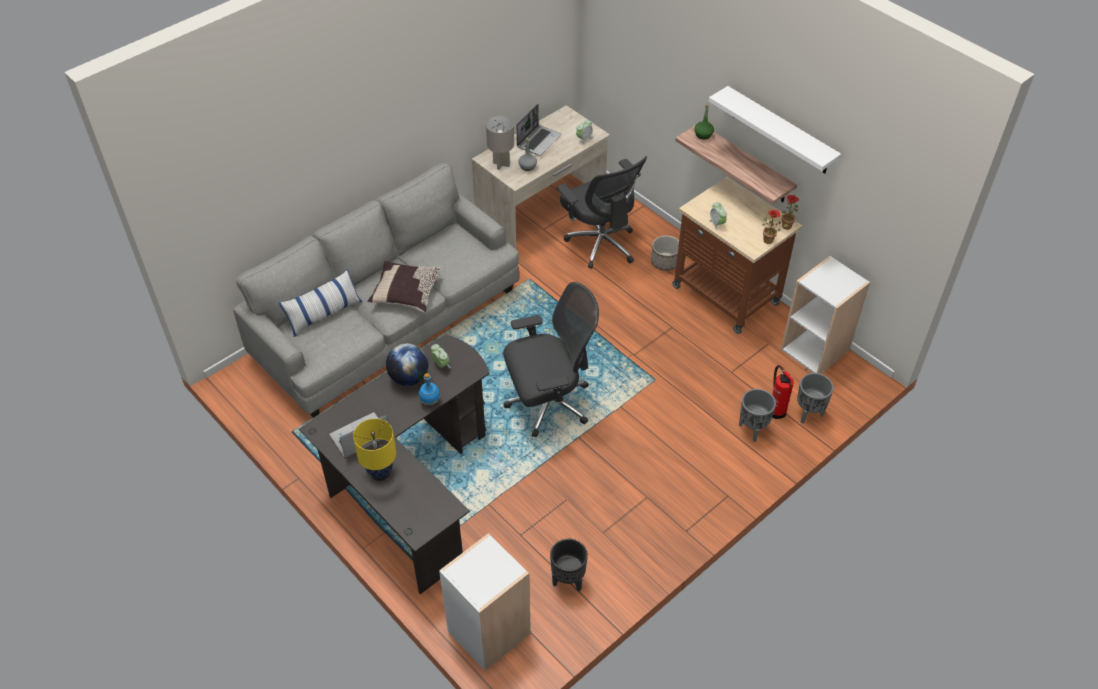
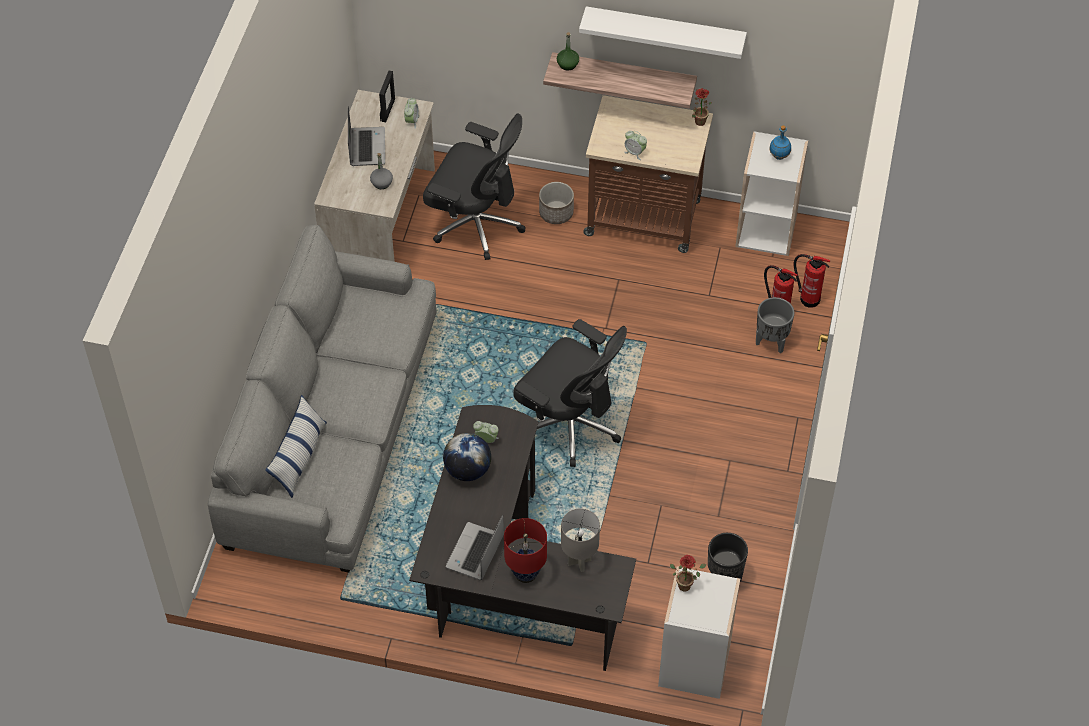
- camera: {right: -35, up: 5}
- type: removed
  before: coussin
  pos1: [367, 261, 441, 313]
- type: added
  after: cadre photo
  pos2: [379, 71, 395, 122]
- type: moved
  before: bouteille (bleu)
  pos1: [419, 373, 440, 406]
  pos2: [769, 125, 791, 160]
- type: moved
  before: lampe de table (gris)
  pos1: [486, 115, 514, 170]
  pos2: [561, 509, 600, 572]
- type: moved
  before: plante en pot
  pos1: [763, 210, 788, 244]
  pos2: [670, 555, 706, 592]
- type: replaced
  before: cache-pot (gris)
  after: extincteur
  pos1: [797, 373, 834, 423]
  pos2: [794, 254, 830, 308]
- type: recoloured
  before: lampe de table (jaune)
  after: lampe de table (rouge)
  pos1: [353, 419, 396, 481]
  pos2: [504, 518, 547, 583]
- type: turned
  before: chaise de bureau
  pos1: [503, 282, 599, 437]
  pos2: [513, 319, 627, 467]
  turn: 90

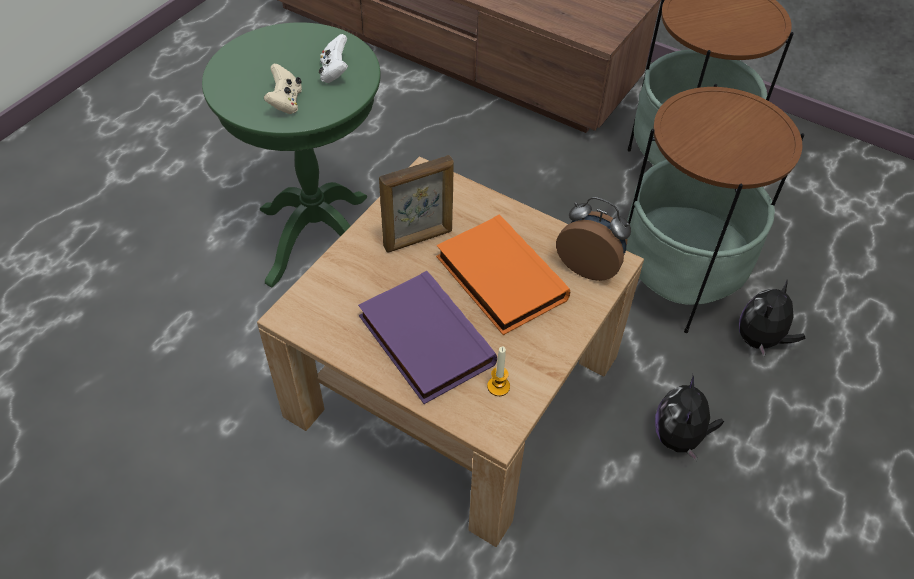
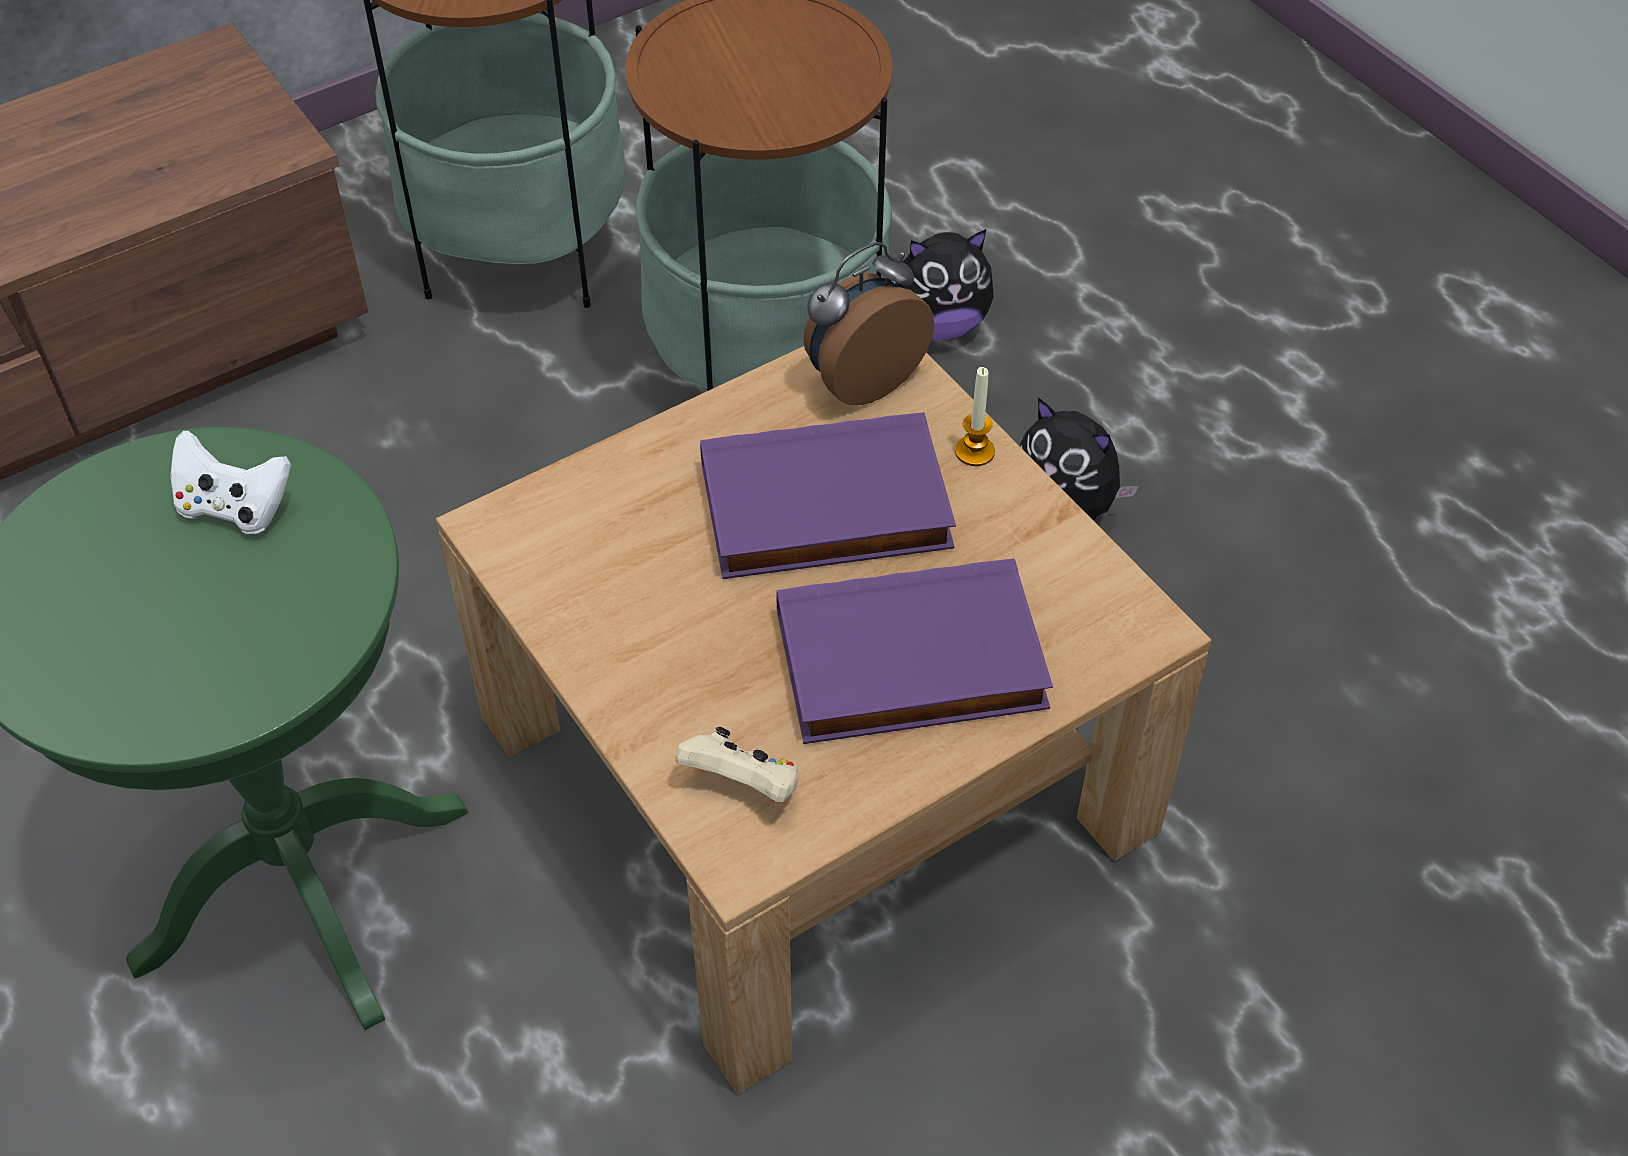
- camera: {right: -65, up: 0}
- type: removed
  before: cadre photo
  pos1: [379, 155, 454, 252]
- type: moved
  before: manette (beige)
  pos1: [264, 63, 302, 114]
  pos2: [675, 727, 799, 802]
- type: moved
  before: bougie
  pos1: [487, 346, 510, 396]
  pos2: [955, 367, 995, 466]
- type: recoloured
  before: livre (orange)
  after: livre (violet)
  pos1: [436, 215, 570, 335]
  pos2: [700, 412, 956, 579]
- type: turned
  before: peluche
  pos1: [739, 280, 805, 357]
  pos2: [895, 229, 994, 340]
  turn: -75

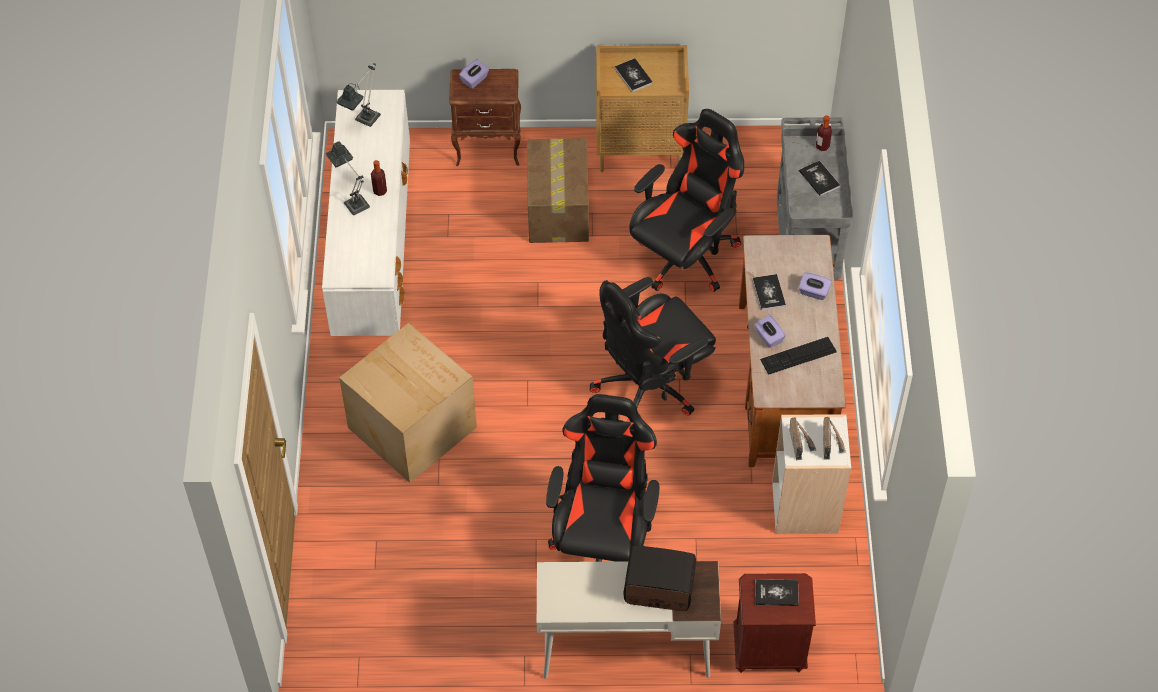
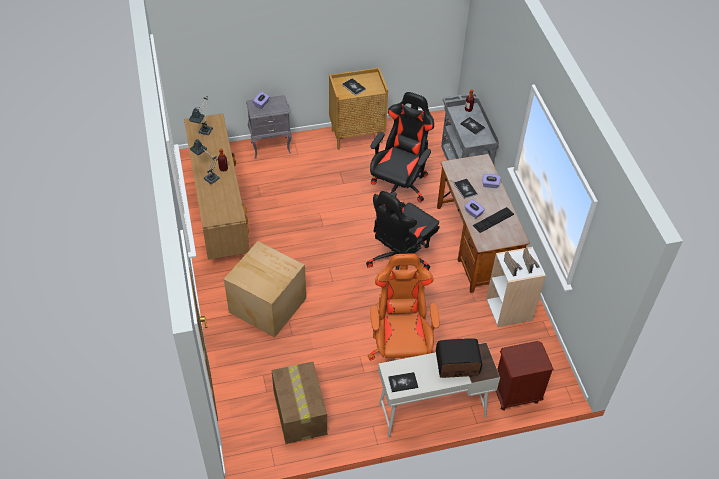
- camera: {right: -15, up: -5}
- type: moved
  before: carton
  pos1: [527, 138, 589, 243]
  pos2: [272, 362, 327, 444]
- type: moved
  before: livre
  pos1: [755, 579, 799, 606]
  pos2: [388, 372, 418, 392]
- type: recoloured
  before: commode (blanc)
  after: commode (marron)
  pos1: [322, 90, 410, 336]
  pos2: [184, 113, 249, 260]
- type: recoloured
  before: table de chevet (marron)
  after: table de chevet (gris)
  pos1: [449, 69, 521, 166]
  pos2: [246, 95, 292, 159]
- type: recoloured
  before: chaise de bureau (noir)
  after: chaise de bureau (orange)
  pos1: [546, 394, 659, 562]
  pos2: [368, 253, 439, 360]

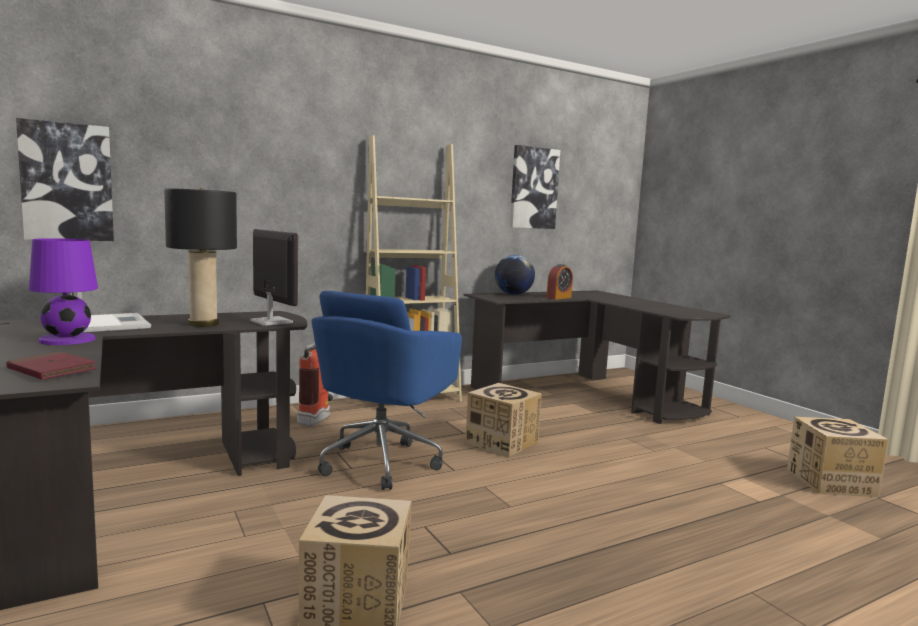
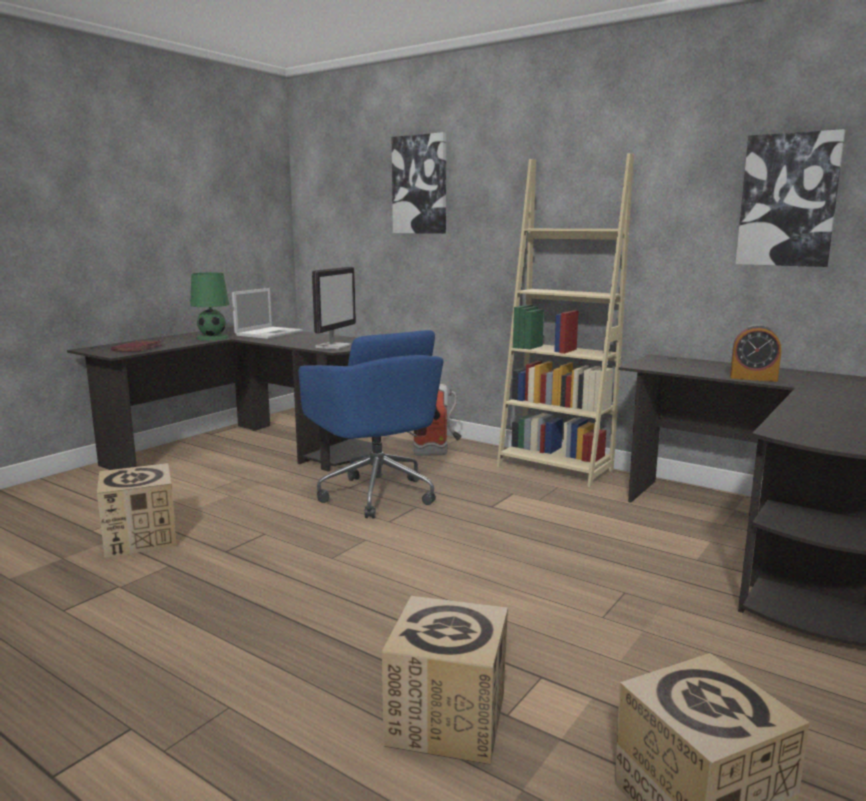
- camera: {right: 65, up: 5}
- type: removed
  before: lampe de table (noir)
  pos1: [164, 188, 237, 327]
- type: removed
  before: globe
  pos1: [495, 255, 535, 295]
- type: moved
  before: tableau
  pos1: [16, 118, 114, 241]
  pos2: [392, 132, 446, 234]
- type: moved
  before: carton
  pos1: [466, 383, 542, 457]
  pos2: [382, 596, 508, 765]
- type: recoloured
  before: lampe de table (violet)
  after: lampe de table (vert)
  pos1: [29, 238, 98, 345]
  pos2: [190, 273, 229, 341]
- type: turned
  before: chaise de bureau (bleu)
  pos1: [312, 291, 462, 490]
  pos2: [299, 330, 444, 518]
  turn: -120

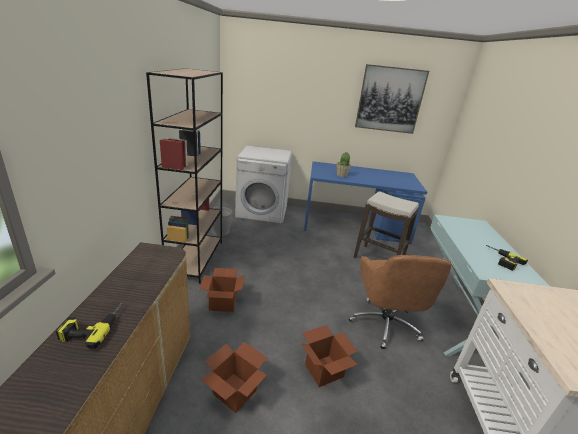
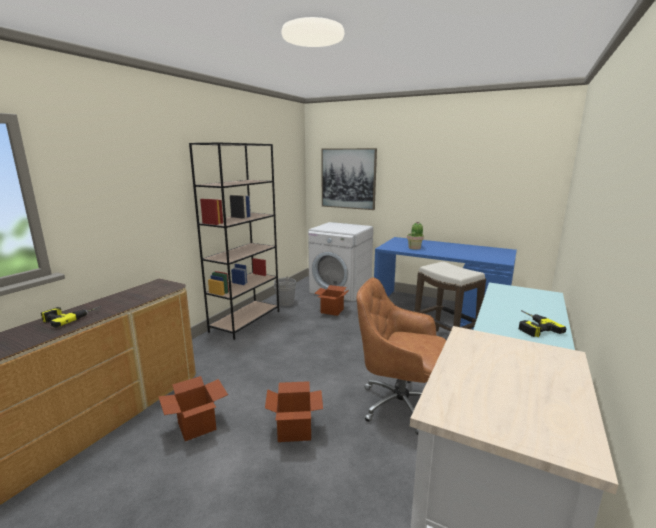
- camera: {right: 25, up: -10}
- type: moved
  before: carton
  pos1: [199, 268, 245, 312]
  pos2: [314, 285, 349, 316]
- type: moved
  before: tableau
  pos1: [355, 64, 429, 134]
  pos2: [321, 148, 377, 210]
- type: turned
  before: chaise de bureau (marron)
  pos1: [349, 255, 451, 349]
  pos2: [357, 277, 446, 435]
  turn: 90

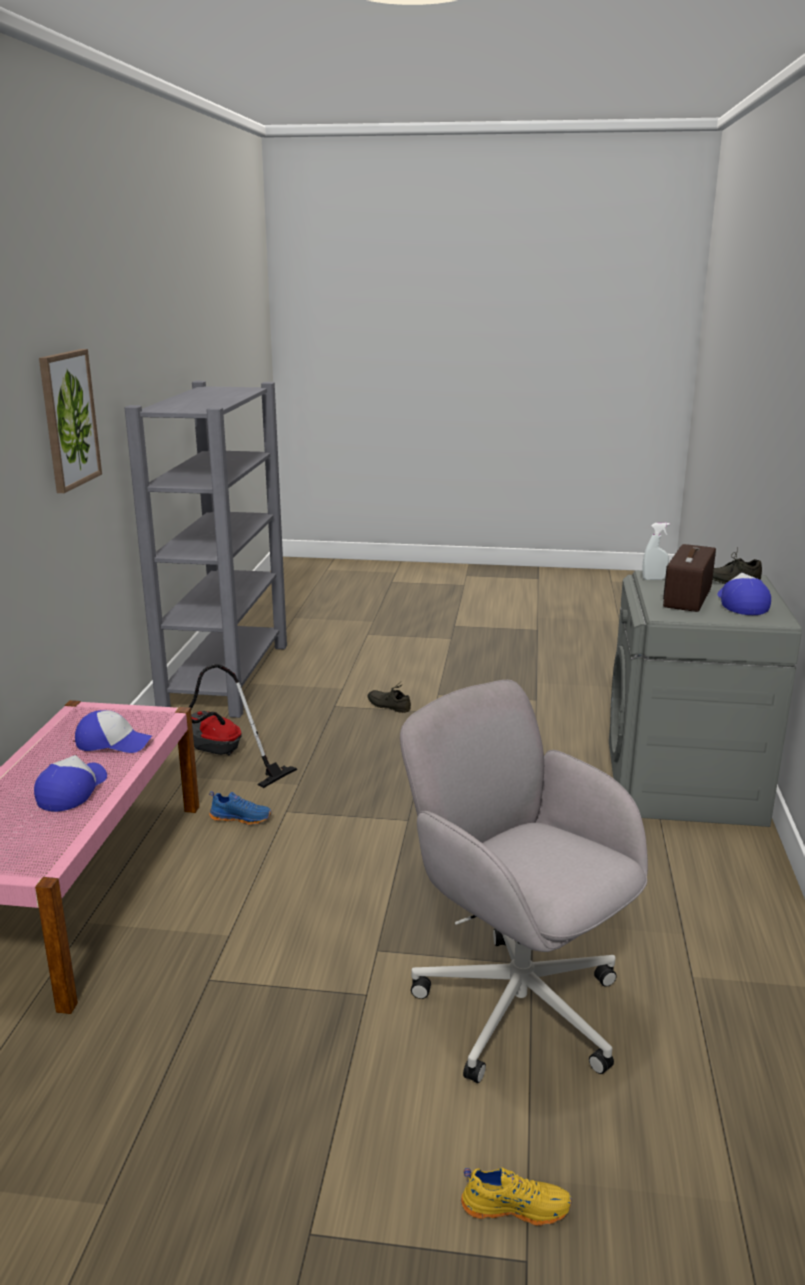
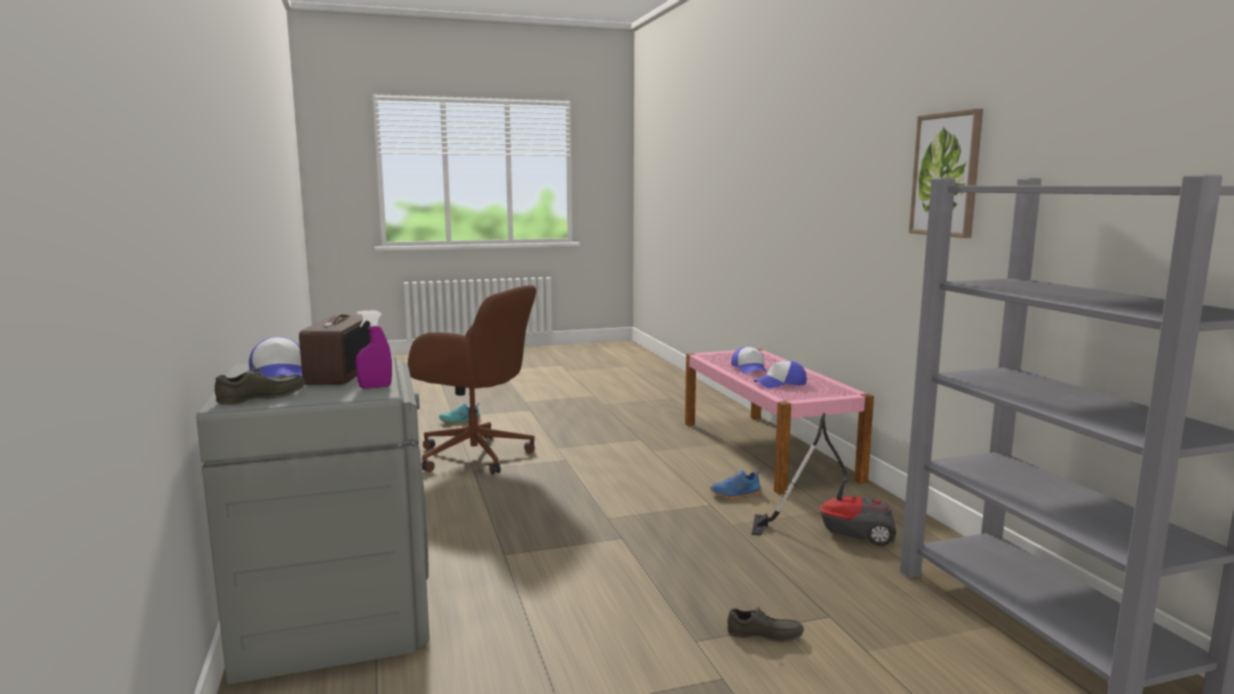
- camera: {right: 155, up: -10}
- type: recoloured
  before: chaise de bureau (gris)
  after: chaise de bureau (marron)
  pos1: [400, 680, 648, 1083]
  pos2: [408, 285, 536, 474]
- type: recoloured
  before: chaussure (jaune)
  after: chaussure (turquoise)
  pos1: [461, 1167, 572, 1226]
  pos2: [439, 403, 481, 425]
- type: recoloured
  before: vaporisateur (blanc)
  after: vaporisateur (violet)
  pos1: [642, 523, 670, 580]
  pos2: [356, 310, 392, 389]

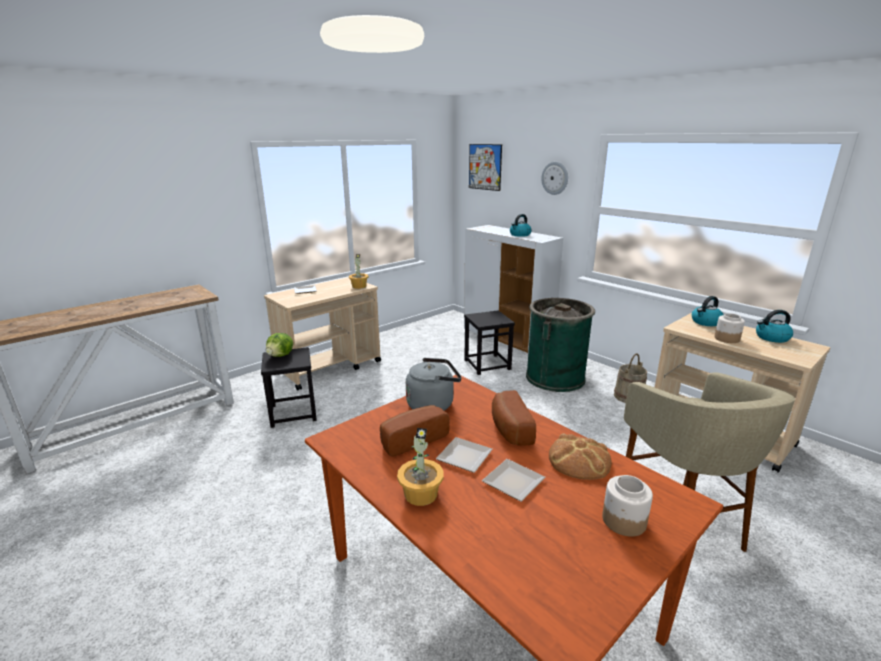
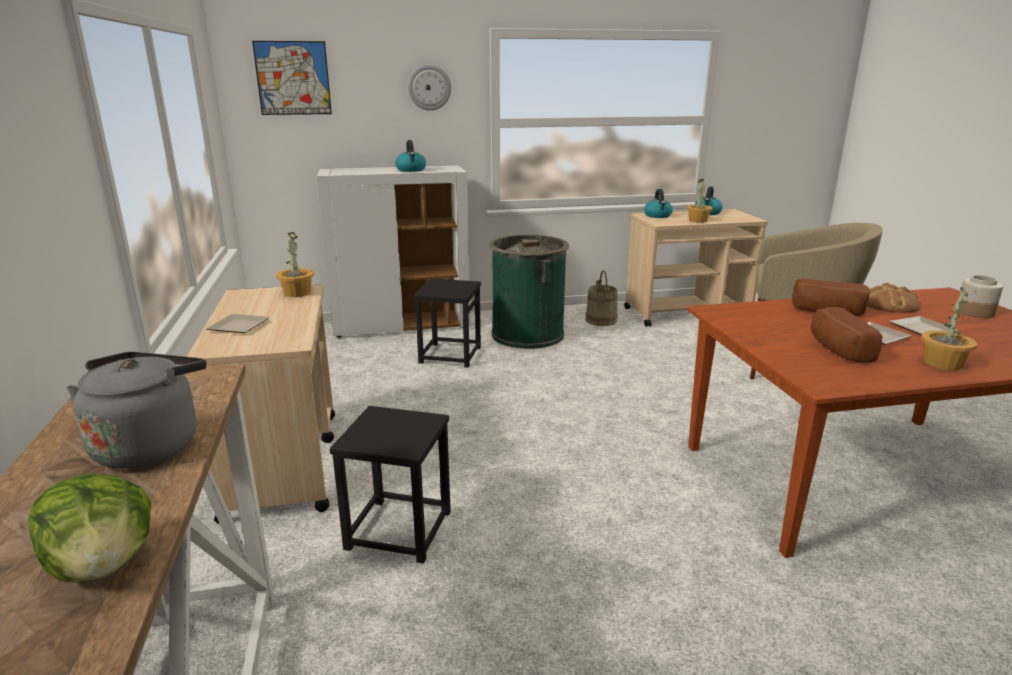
- camera: {right: -60, up: 0}
- type: moved
  before: laitue
  pos1: [266, 333, 293, 357]
  pos2: [28, 473, 151, 582]
- type: moved
  before: bouilloire (gris)
  pos1: [406, 358, 462, 411]
  pos2: [67, 352, 206, 469]
- type: replaced
  before: bocal
  after: plante en pot
  pos1: [714, 313, 745, 343]
  pos2: [687, 179, 712, 223]

